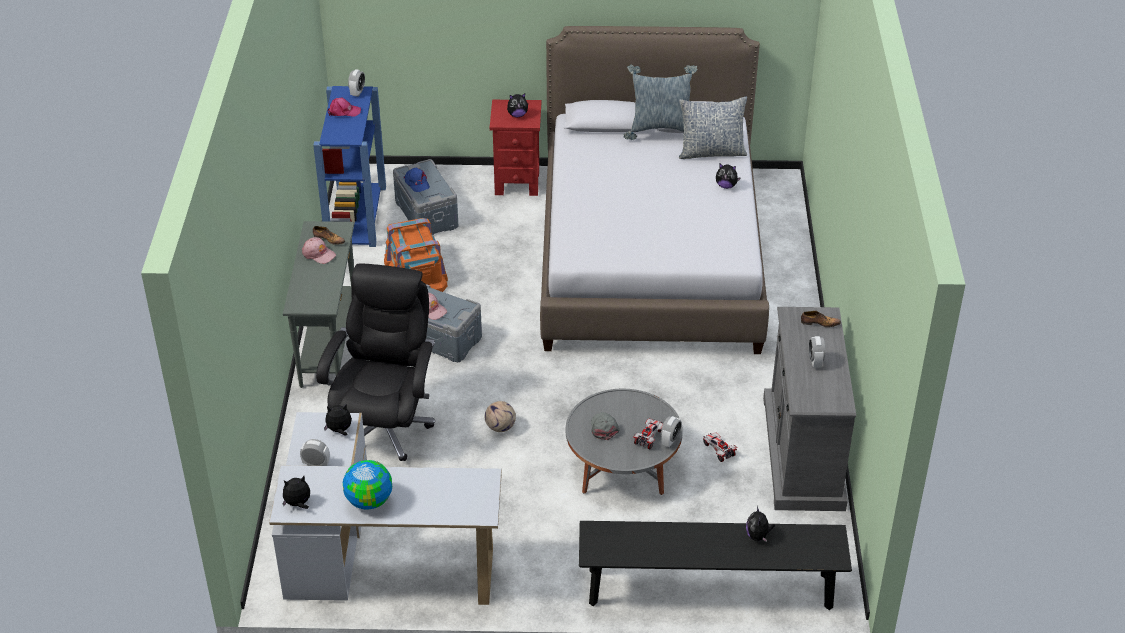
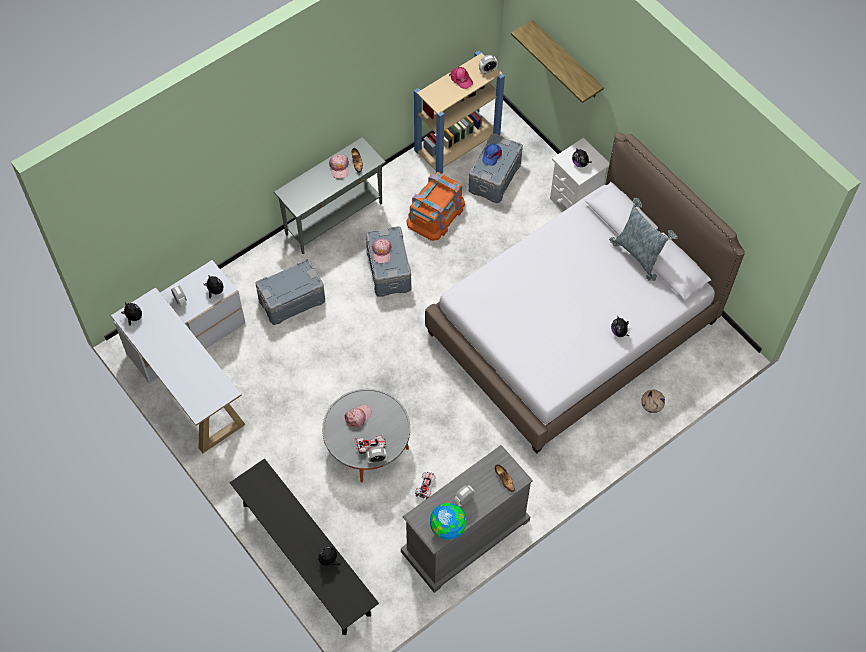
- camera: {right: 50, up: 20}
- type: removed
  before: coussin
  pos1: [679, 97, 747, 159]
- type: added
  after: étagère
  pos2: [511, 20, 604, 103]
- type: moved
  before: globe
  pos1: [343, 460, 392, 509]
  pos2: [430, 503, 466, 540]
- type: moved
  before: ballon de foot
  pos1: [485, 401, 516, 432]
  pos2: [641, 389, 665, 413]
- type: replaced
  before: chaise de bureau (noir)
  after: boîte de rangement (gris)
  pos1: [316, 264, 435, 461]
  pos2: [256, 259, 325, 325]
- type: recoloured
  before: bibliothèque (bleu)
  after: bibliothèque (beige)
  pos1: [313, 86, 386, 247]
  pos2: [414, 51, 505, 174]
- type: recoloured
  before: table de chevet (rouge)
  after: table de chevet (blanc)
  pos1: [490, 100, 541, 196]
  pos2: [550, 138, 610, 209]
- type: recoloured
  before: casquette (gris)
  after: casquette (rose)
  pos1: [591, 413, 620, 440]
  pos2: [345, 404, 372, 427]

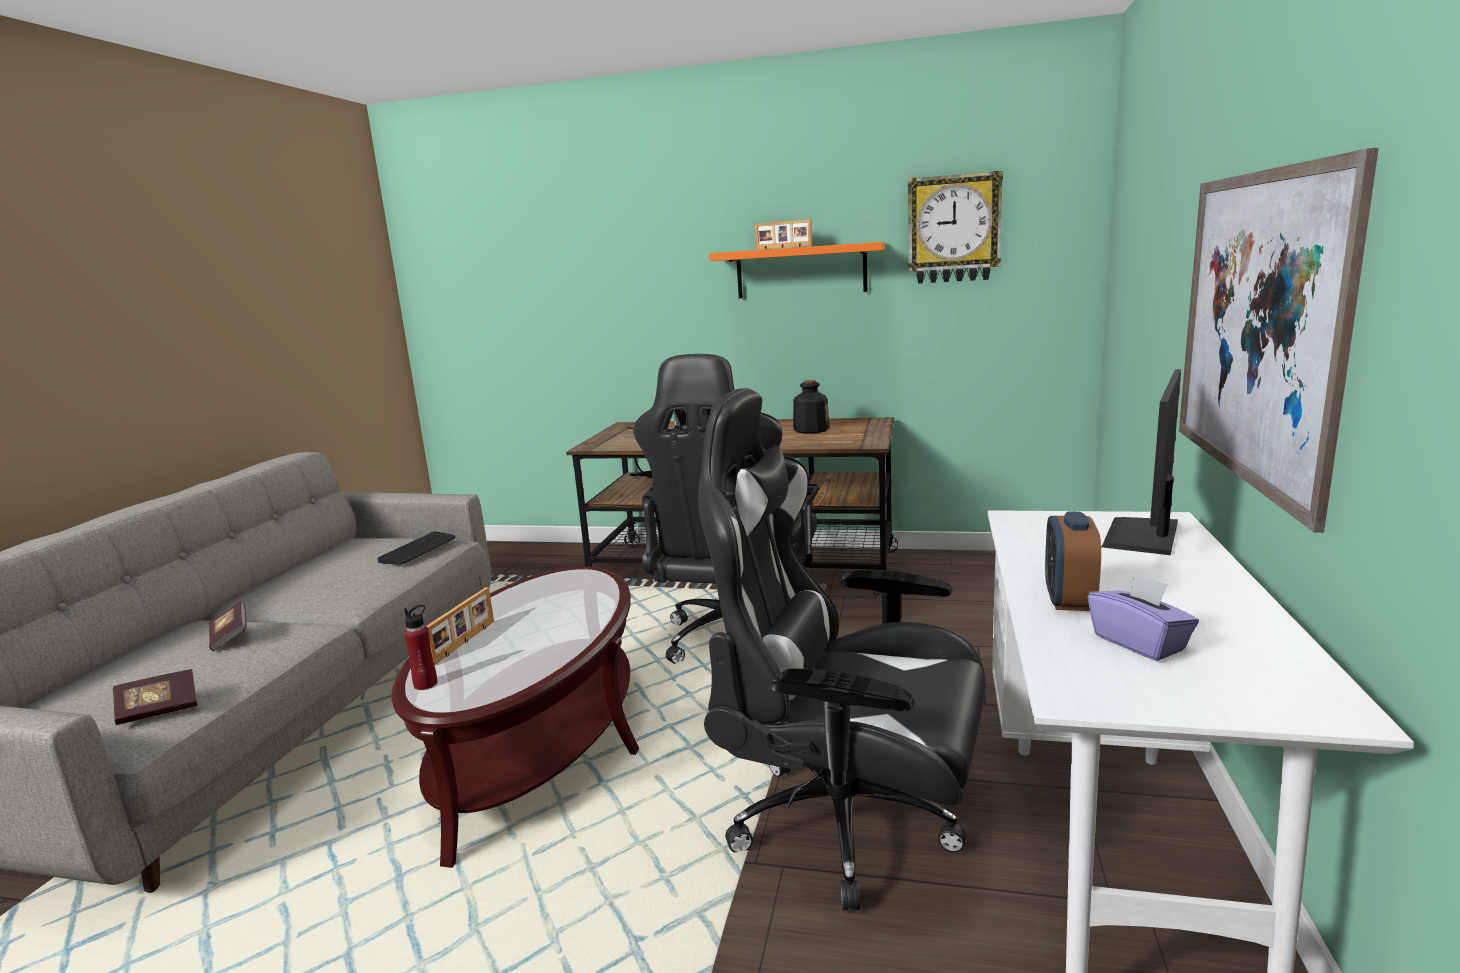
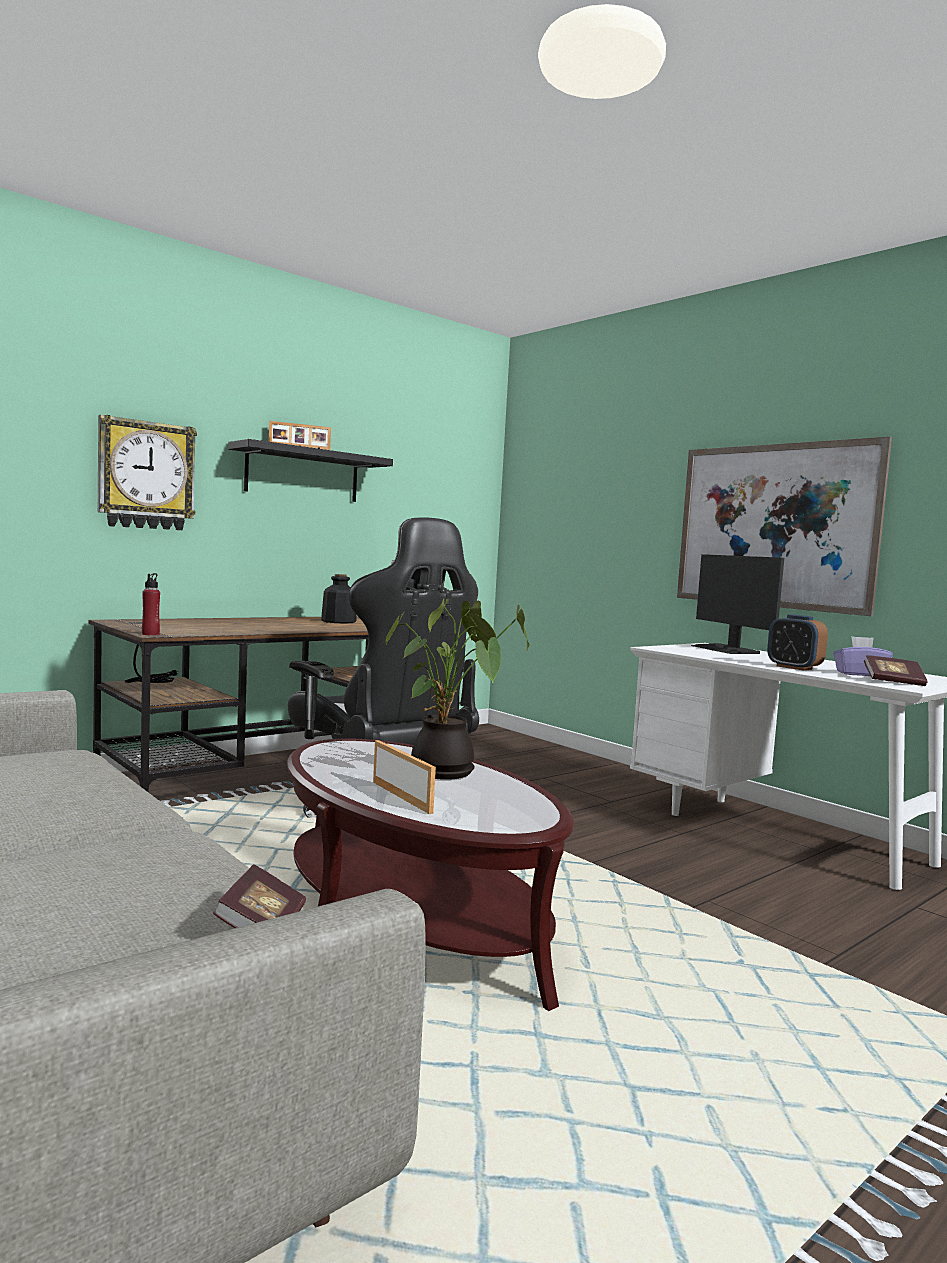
- camera: {right: -55, up: -10}
- type: removed
  before: clavier
  pos1: [378, 531, 455, 565]
- type: removed
  before: chaise de bureau (noir)
  pos1: [698, 388, 985, 910]
- type: added
  after: plante en pot
  pos2: [385, 598, 529, 780]
- type: moved
  before: livre
  pos1: [209, 601, 247, 651]
  pos2: [864, 655, 927, 686]
- type: moved
  before: bouteille (rouge)
  pos1: [404, 605, 437, 690]
  pos2: [142, 573, 160, 635]
- type: moved
  before: horloge murale
  pos1: [908, 171, 1003, 284]
  pos2: [98, 415, 197, 530]
- type: recoloured
  before: étagère (orange)
  after: étagère (noir)
  pos1: [709, 242, 885, 298]
  pos2: [228, 439, 393, 502]

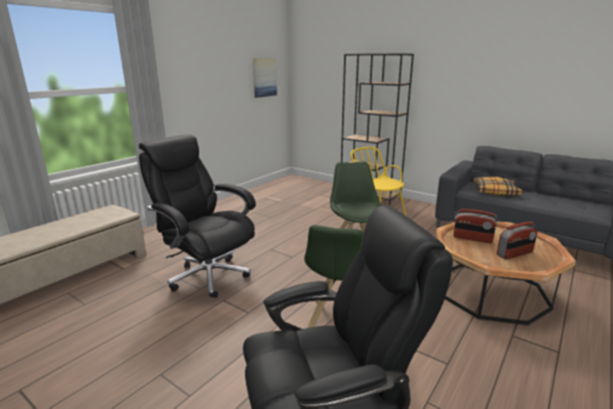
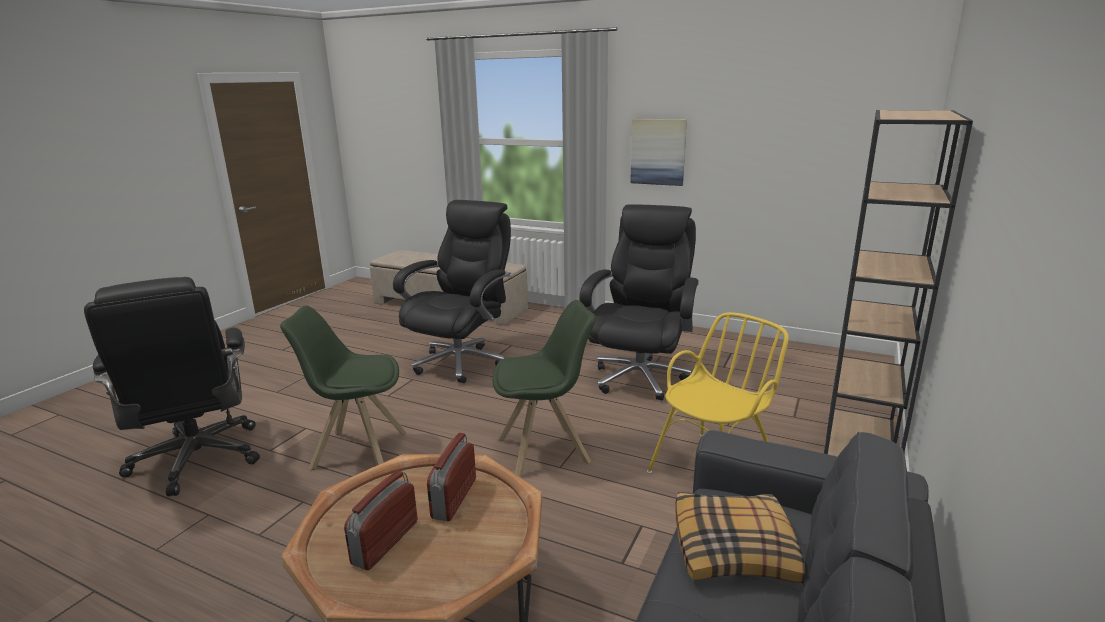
- camera: {right: 80, up: 0}
- type: added
  after: chaise de bureau (noir)
  pos2: [579, 204, 699, 401]
- type: moved
  before: tableau
  pos1: [253, 58, 277, 98]
  pos2: [630, 119, 687, 186]
- type: turned
  before: radio
  pos1: [497, 222, 537, 259]
  pos2: [344, 471, 417, 570]
  turn: 60

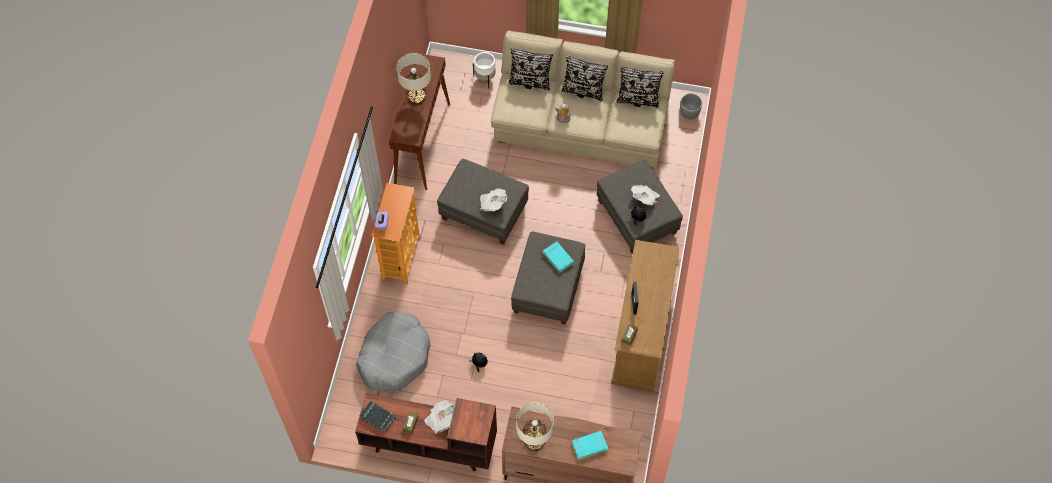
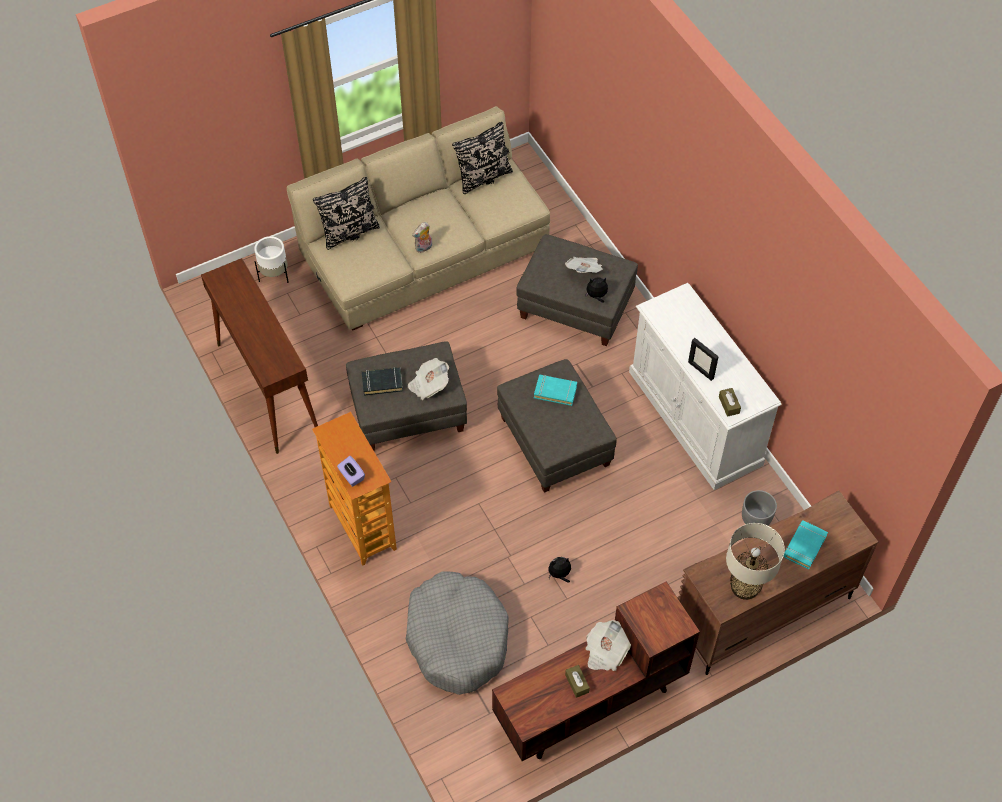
- camera: {right: -40, up: -5}
- type: removed
  before: lampe de table
  pos1: [397, 53, 431, 105]
- type: removed
  before: coussin (noir)
  pos1: [561, 56, 608, 101]
- type: moved
  before: livre (noir)
  pos1: [360, 401, 395, 433]
  pos2: [362, 367, 403, 396]
- type: moved
  before: cache-pot (gris)
  pos1: [680, 94, 702, 120]
  pos2: [742, 490, 777, 526]
- type: recoloured
  before: meuble de rangement (marron)
  after: meuble de rangement (blanc)
  pos1: [611, 240, 680, 391]
  pos2: [629, 283, 782, 490]

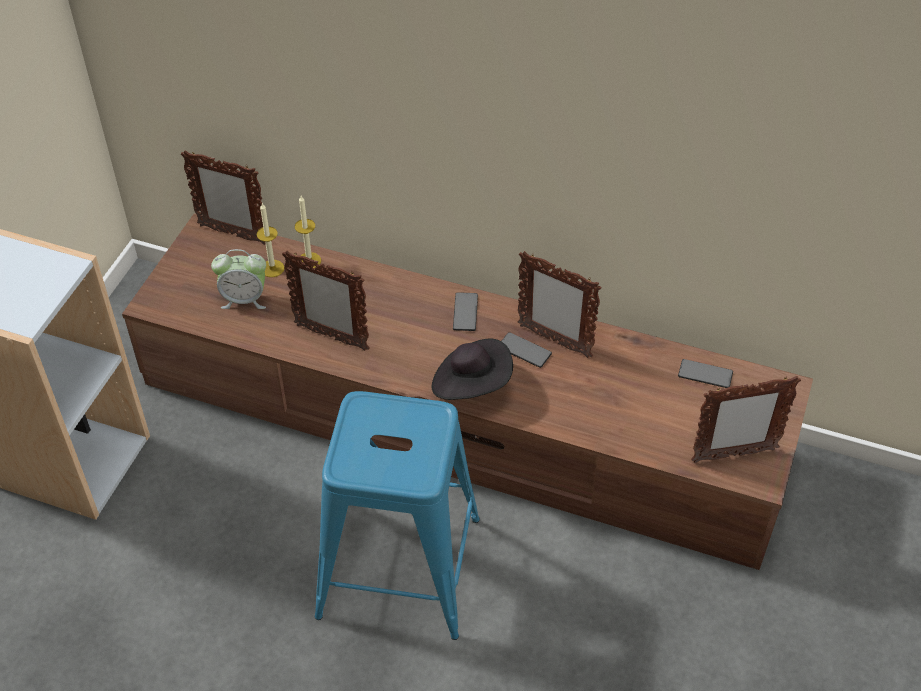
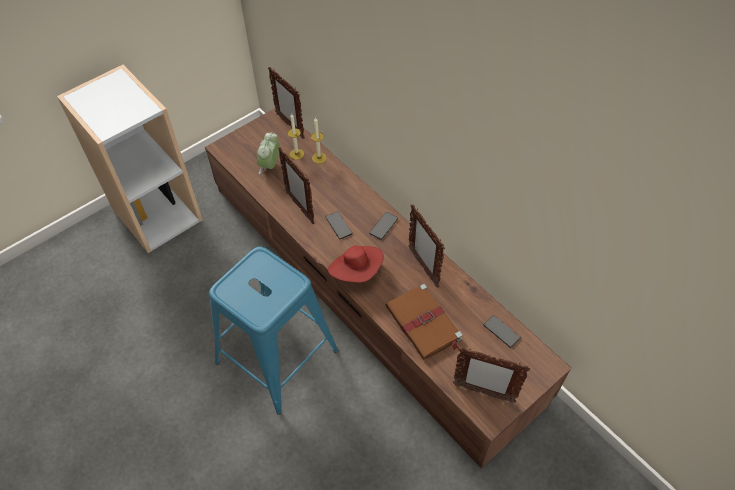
- camera: {right: 30, up: 5}
- type: added
  after: livre (marron)
  pos2: [386, 284, 462, 360]
- type: moved
  before: téléphone
  pos1: [501, 332, 552, 368]
  pos2: [326, 211, 352, 239]
- type: recoloured
  before: chapeau (noir)
  after: chapeau (rouge)
  pos1: [432, 338, 513, 400]
  pos2: [328, 245, 384, 283]
- type: turned
  before: réveil
  pos1: [211, 249, 266, 309]
  pos2: [257, 132, 280, 174]
  turn: 75

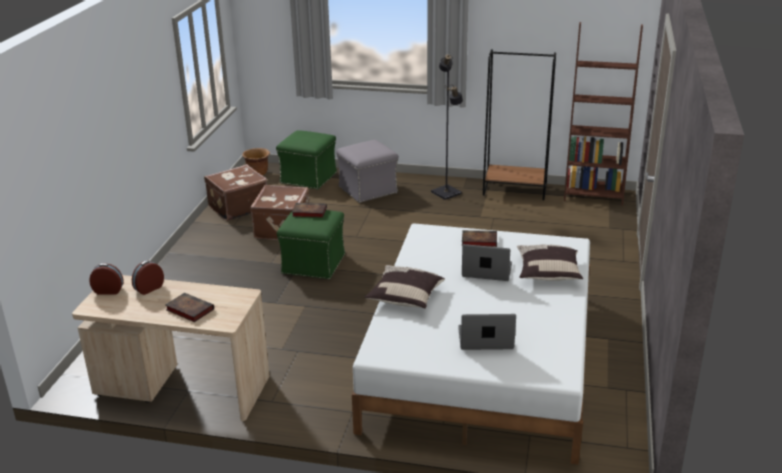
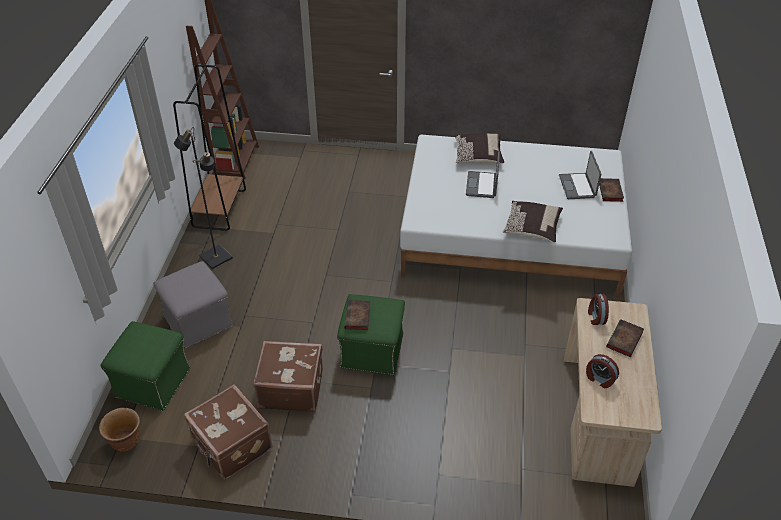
- camera: {right: -95, up: 15}
- type: moved
  before: réveil
  pos1: [89, 263, 124, 294]
  pos2: [588, 294, 609, 325]
- type: moved
  before: livre
  pos1: [462, 230, 497, 247]
  pos2: [599, 178, 624, 202]

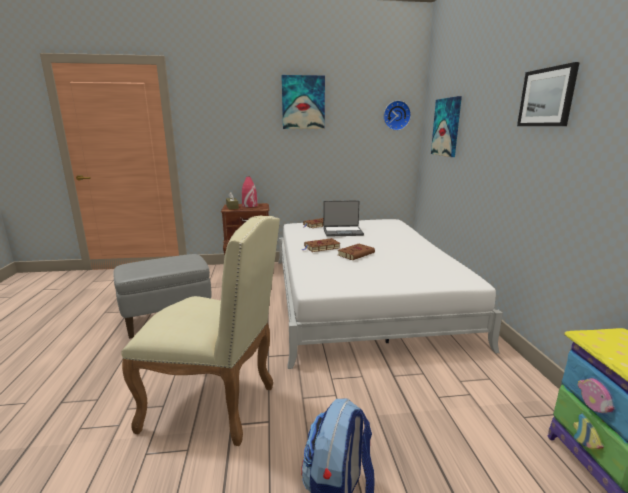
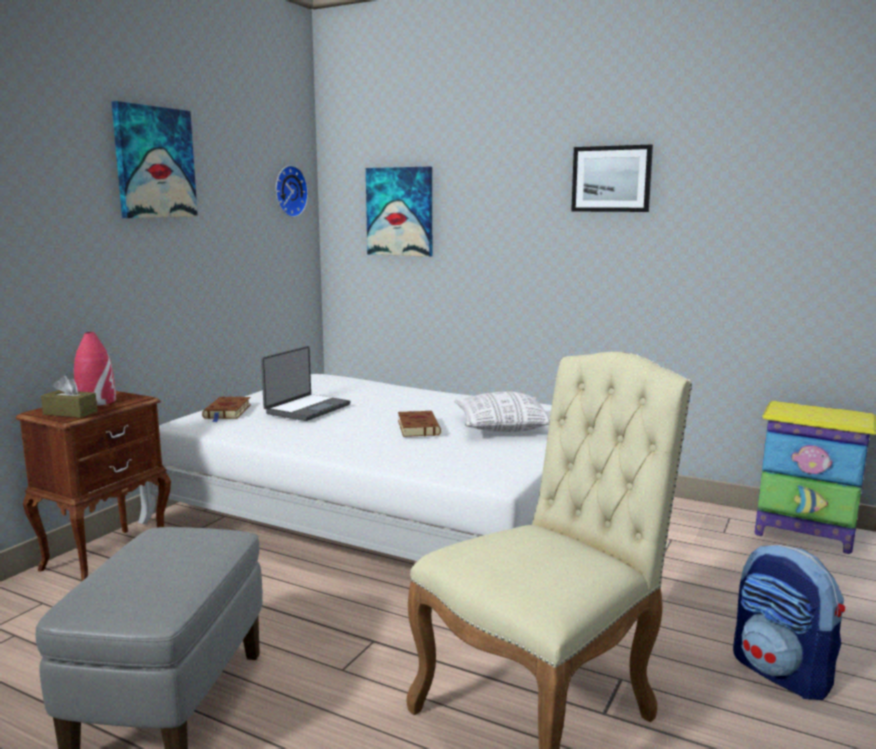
- camera: {right: -55, up: -5}
- type: removed
  before: livre (marron)
  pos1: [301, 238, 341, 252]
- type: added
  after: coussin
  pos2: [454, 392, 550, 432]

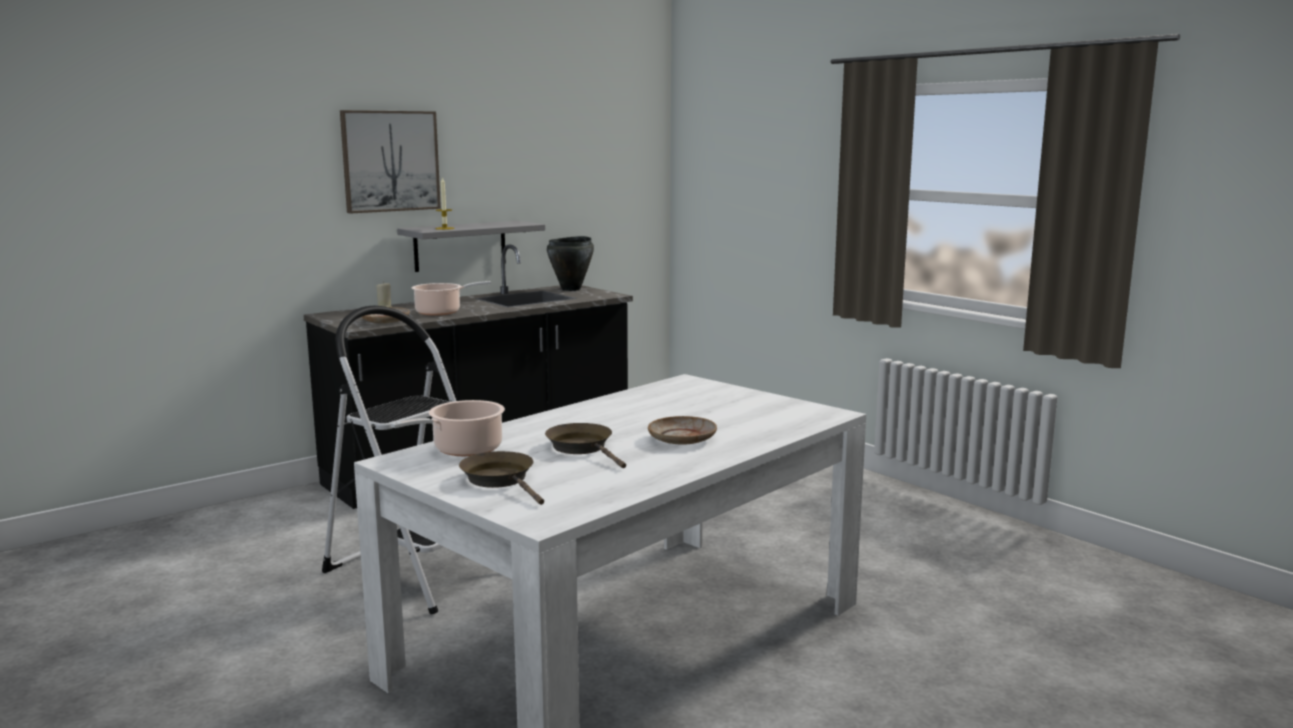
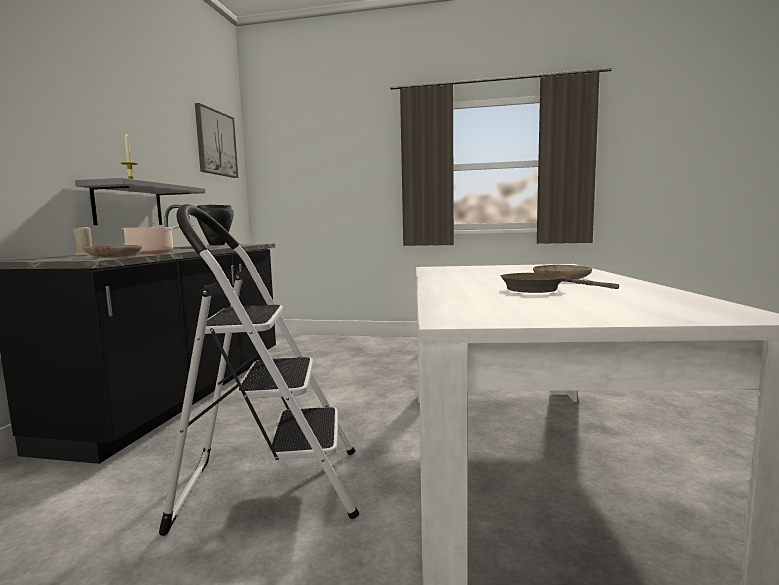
- camera: {right: -40, up: -5}
- type: removed
  before: marmite
  pos1: [391, 400, 505, 456]
- type: removed
  before: poêle (marron)
  pos1: [459, 451, 544, 505]
- type: moved
  before: tableau
  pos1: [340, 110, 441, 214]
  pos2: [195, 103, 238, 178]

